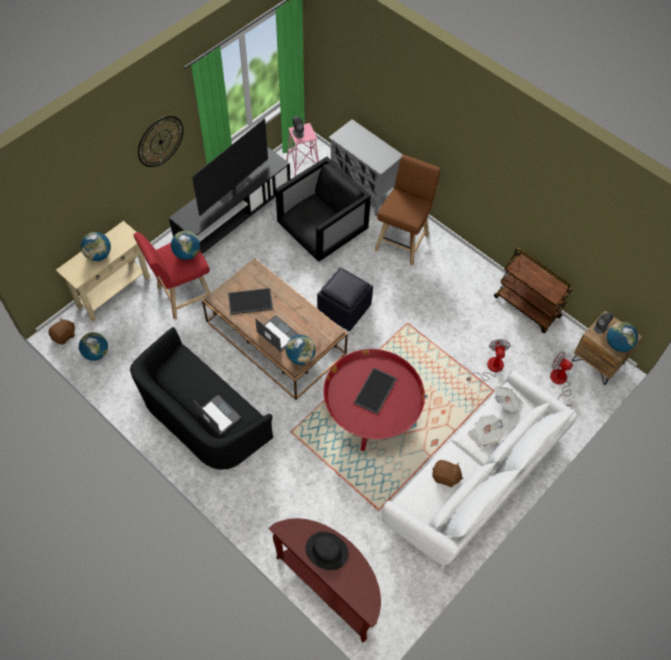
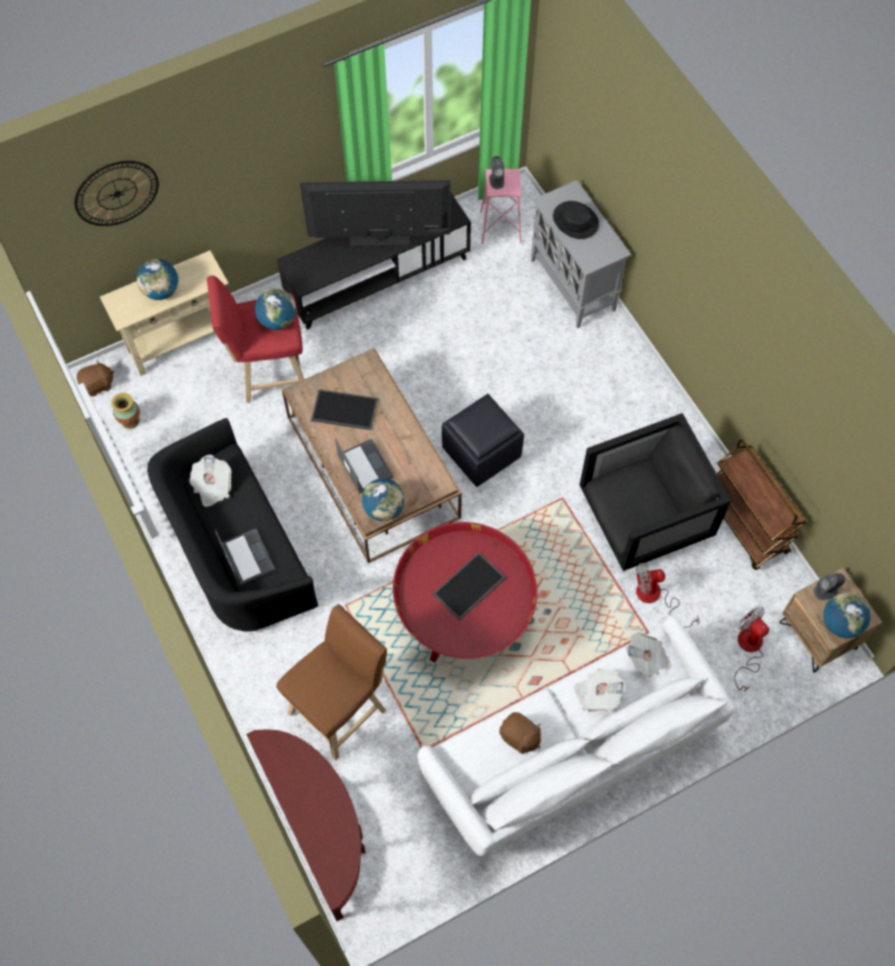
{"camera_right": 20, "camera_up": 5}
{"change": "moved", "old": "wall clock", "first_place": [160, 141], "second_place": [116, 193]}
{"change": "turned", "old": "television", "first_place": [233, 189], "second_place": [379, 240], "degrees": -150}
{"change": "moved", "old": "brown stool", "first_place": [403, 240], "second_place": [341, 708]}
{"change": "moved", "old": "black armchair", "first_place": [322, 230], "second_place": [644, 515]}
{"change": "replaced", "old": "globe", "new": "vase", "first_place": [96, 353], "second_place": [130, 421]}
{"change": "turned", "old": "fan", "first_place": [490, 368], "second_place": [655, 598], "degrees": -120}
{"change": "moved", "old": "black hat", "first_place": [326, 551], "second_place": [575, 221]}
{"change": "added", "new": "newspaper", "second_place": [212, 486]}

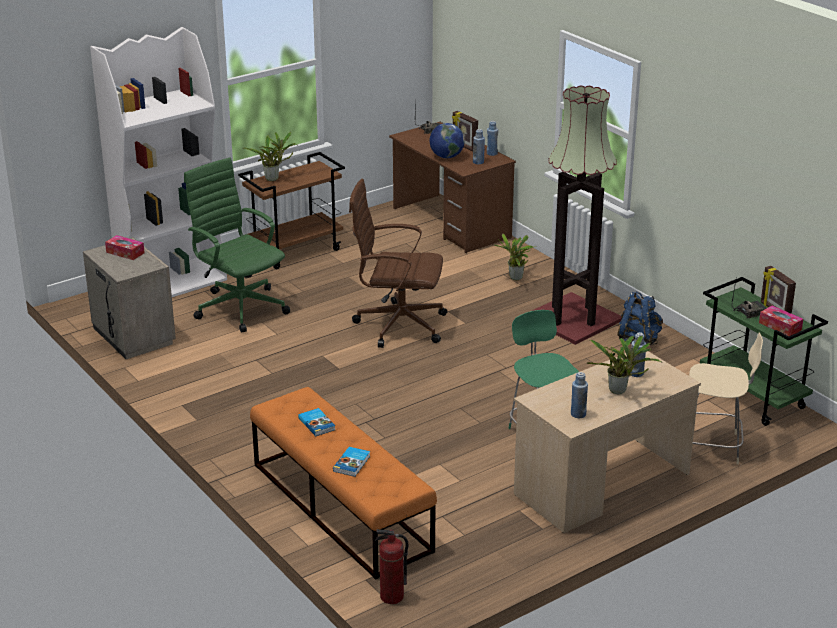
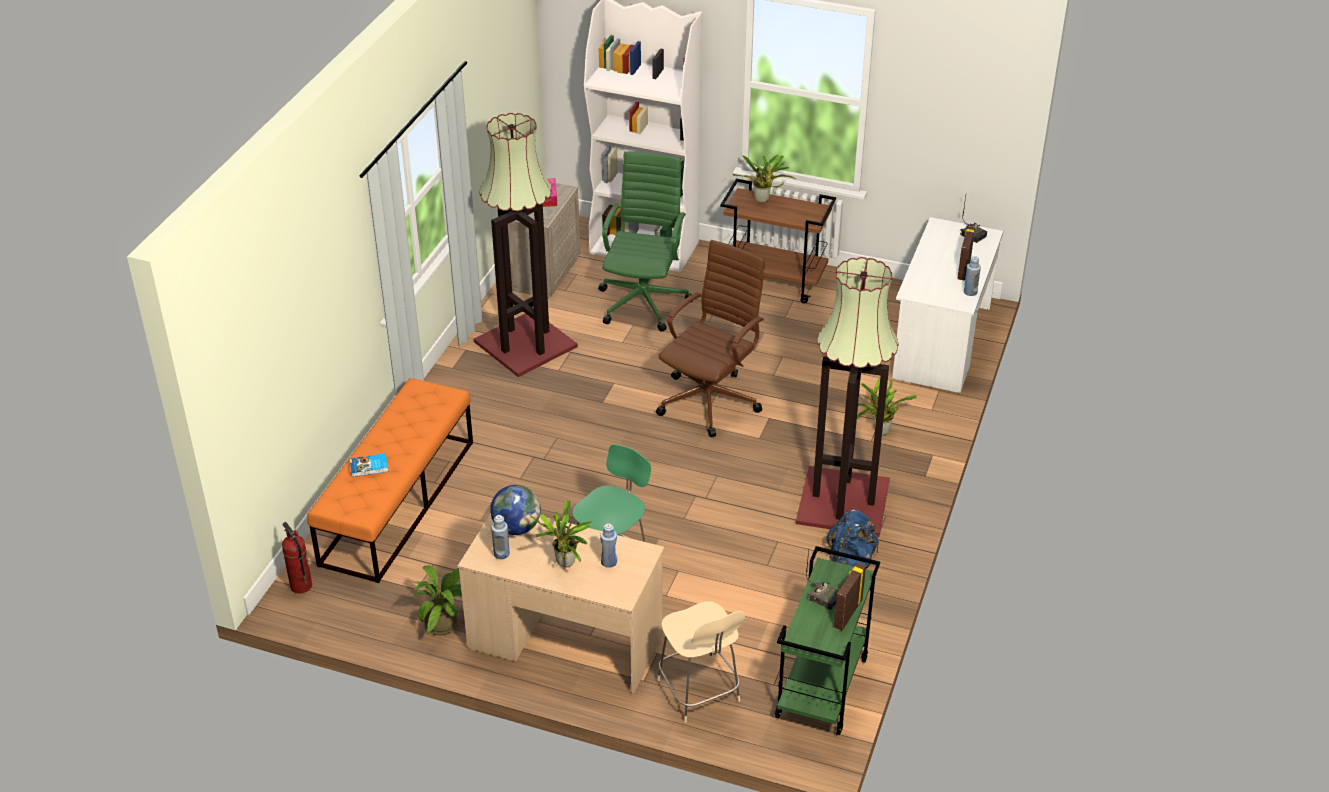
{"camera_right": 55, "camera_up": 10}
{"change": "recoloured", "old": "brown desk", "new": "white desk", "first_place": [451, 223], "second_place": [941, 343]}
{"change": "moved", "old": "globe", "first_place": [446, 156], "second_place": [516, 527]}
{"change": "removed", "old": "blue bottle", "first_place": [478, 162]}
{"change": "turned", "old": "brown office chair", "first_place": [398, 325], "second_place": [711, 400], "degrees": 60}
{"change": "removed", "old": "tissue box", "first_place": [780, 326]}
{"change": "removed", "old": "book", "first_place": [317, 424]}
{"change": "added", "new": "floor lamp", "second_place": [525, 343]}
{"change": "added", "new": "potted plant", "second_place": [445, 623]}

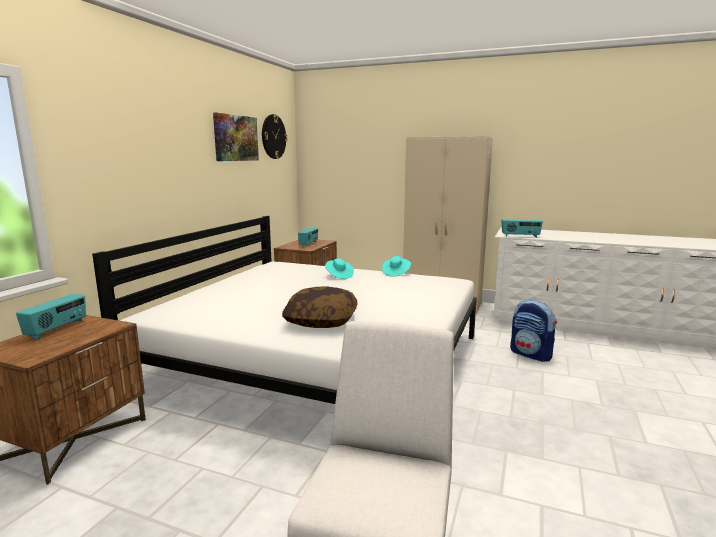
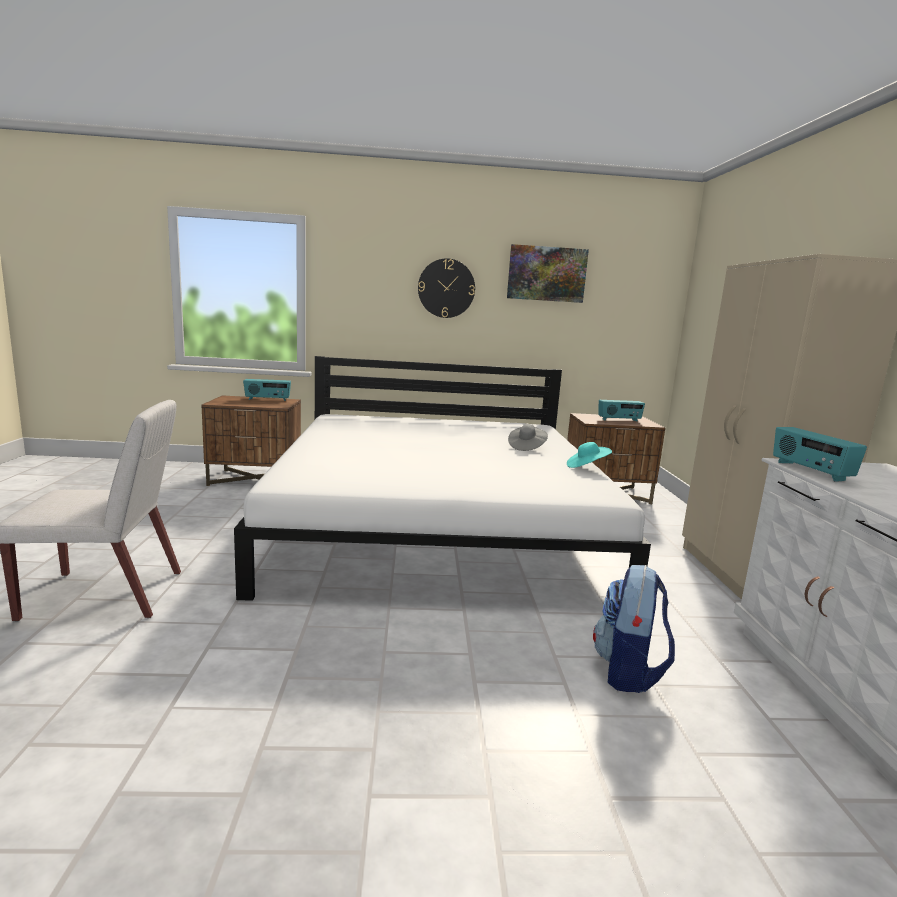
{"camera_right": 65, "camera_up": 0}
{"change": "moved", "old": "wall clock", "first_place": [273, 136], "second_place": [446, 288]}
{"change": "recoloured", "old": "turquoise hat", "new": "grey hat", "first_place": [339, 276], "second_place": [526, 447]}
{"change": "removed", "old": "pillow", "first_place": [321, 320]}

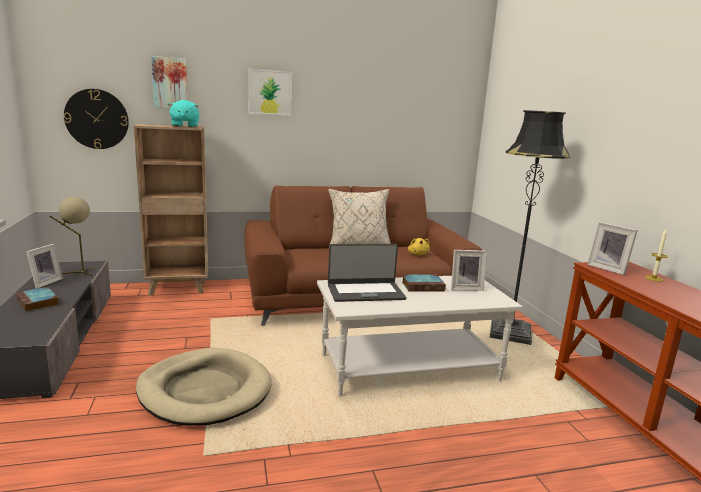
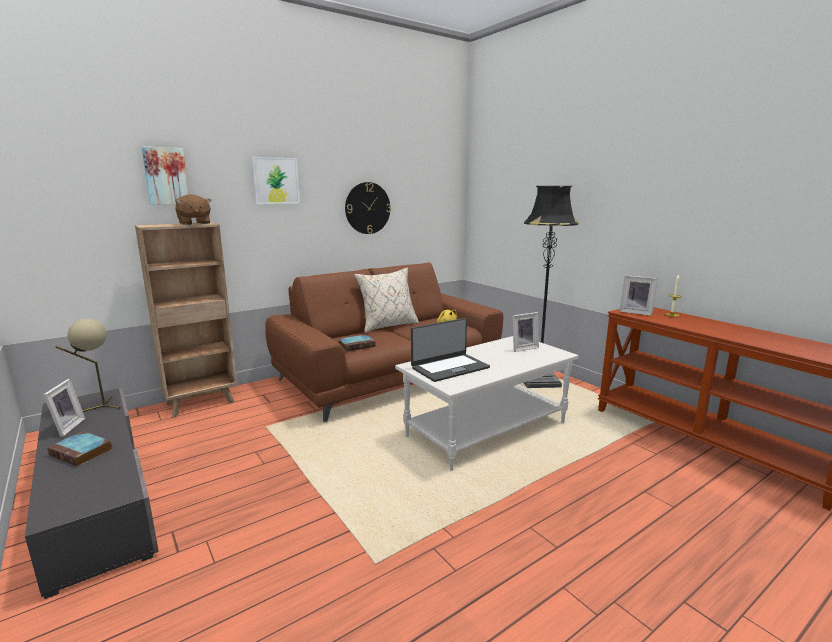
{"camera_right": -20, "camera_up": 0}
{"change": "moved", "old": "wall clock", "first_place": [97, 119], "second_place": [367, 208]}
{"change": "recoloured", "old": "turquoise plush toy", "new": "brown plush toy", "first_place": [184, 126], "second_place": [194, 223]}
{"change": "moved", "old": "book", "first_place": [423, 286], "second_place": [357, 345]}
{"change": "removed", "old": "beige dog bed", "first_place": [205, 390]}

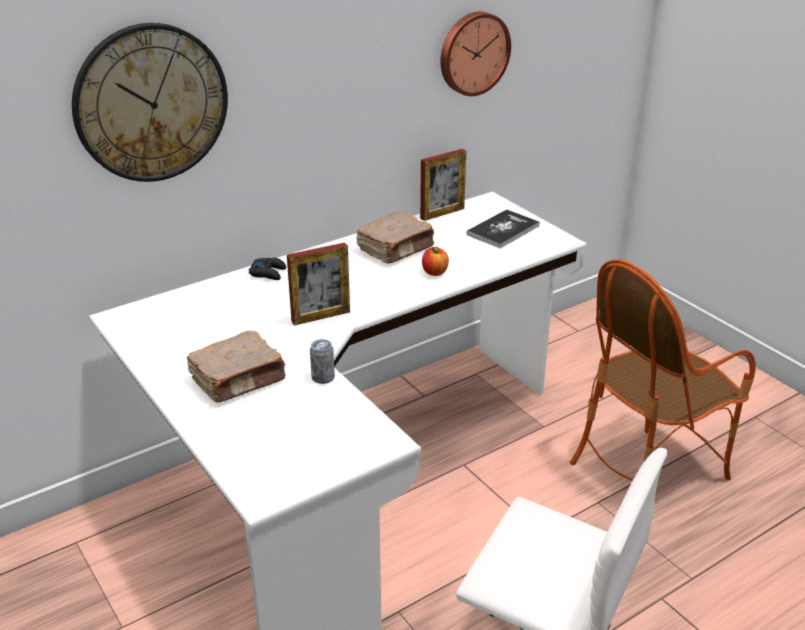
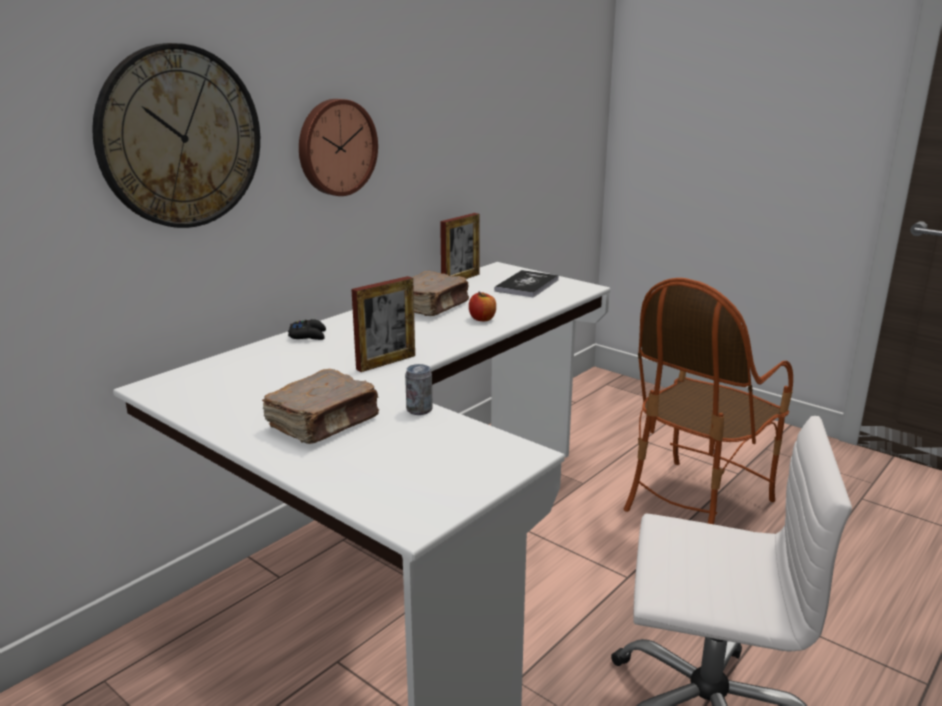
{"camera_right": -15, "camera_up": -10}
{"change": "moved", "old": "wall clock", "first_place": [473, 53], "second_place": [335, 147]}

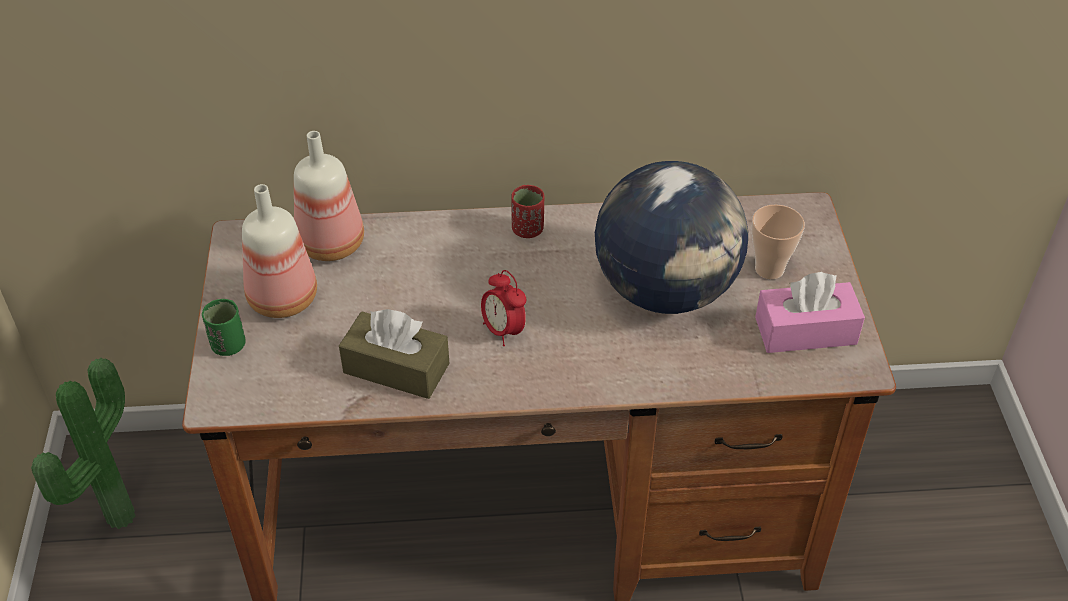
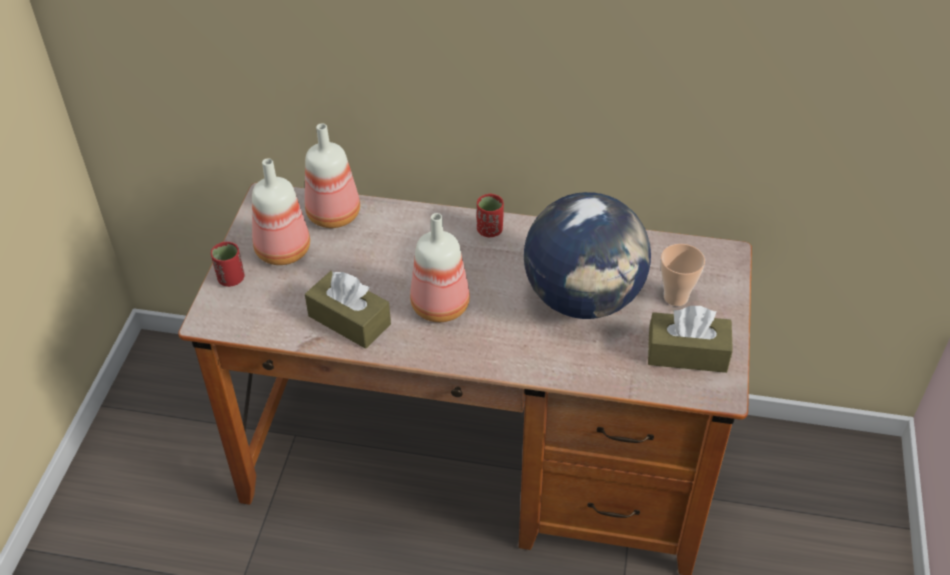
{"camera_right": 15, "camera_up": 0}
{"change": "replaced", "old": "alarm clock", "new": "bottle", "first_place": [503, 330], "second_place": [442, 306]}
{"change": "recoloured", "old": "pink tissue box", "new": "brown tissue box", "first_place": [805, 331], "second_place": [687, 353]}
{"change": "recoloured", "old": "green cup", "new": "red cup", "first_place": [228, 345], "second_place": [231, 279]}
{"change": "removed", "old": "potted plant", "first_place": [115, 515]}

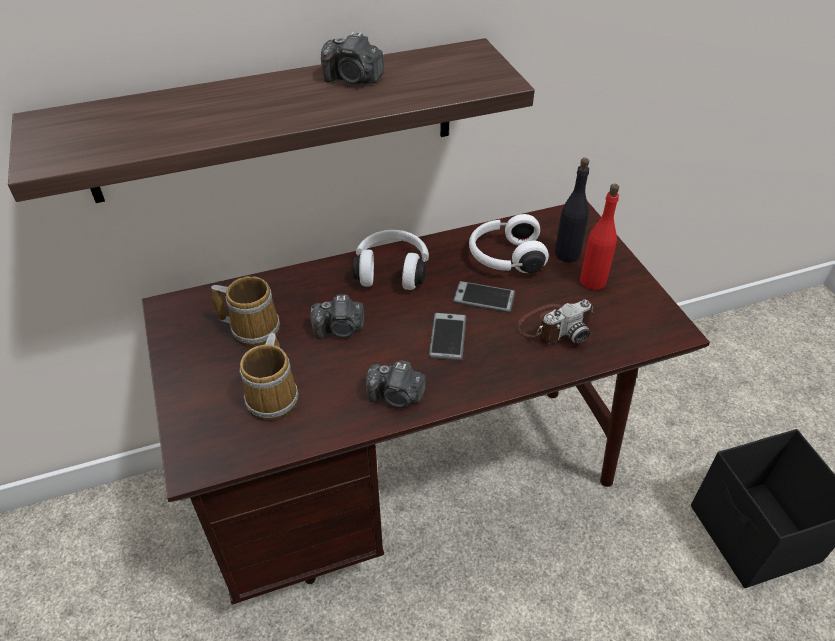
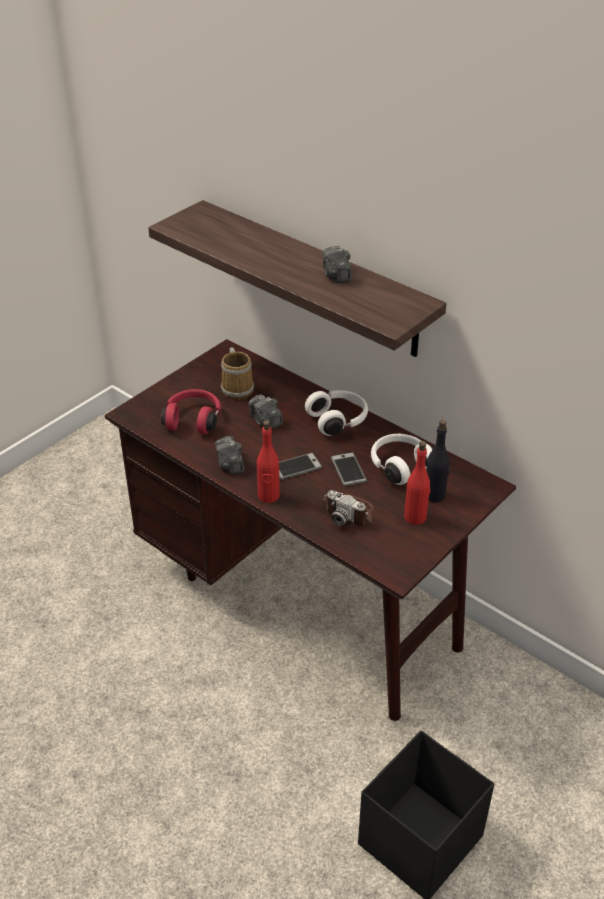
{"camera_right": 60, "camera_up": -5}
{"change": "replaced", "old": "mug", "new": "red headphones", "first_place": [275, 397], "second_place": [193, 419]}
{"change": "added", "new": "red bottle", "second_place": [268, 496]}

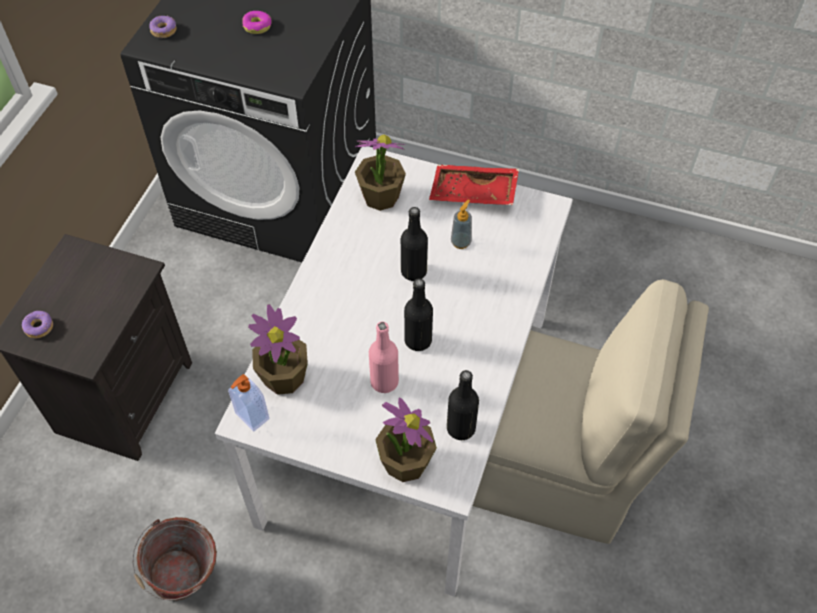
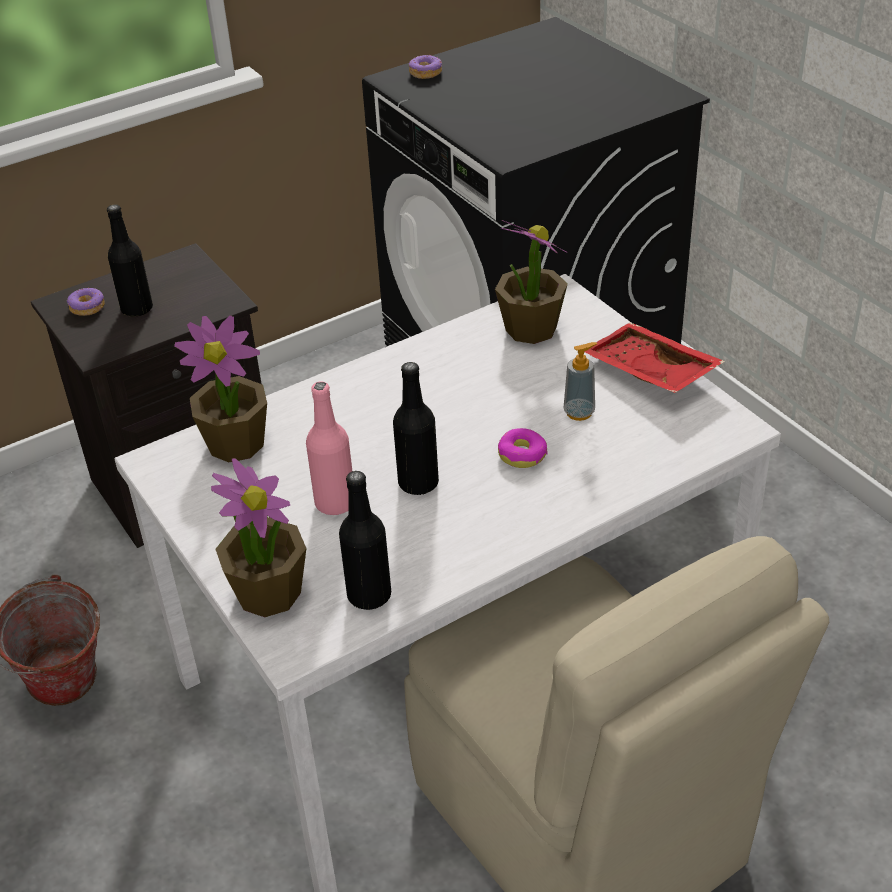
{"camera_right": 40, "camera_up": -15}
{"change": "moved", "old": "donut", "first_place": [257, 26], "second_place": [522, 455]}
{"change": "moved", "old": "black bottle", "first_place": [413, 271], "second_place": [137, 309]}
{"change": "removed", "old": "soap dispenser", "first_place": [251, 417]}

